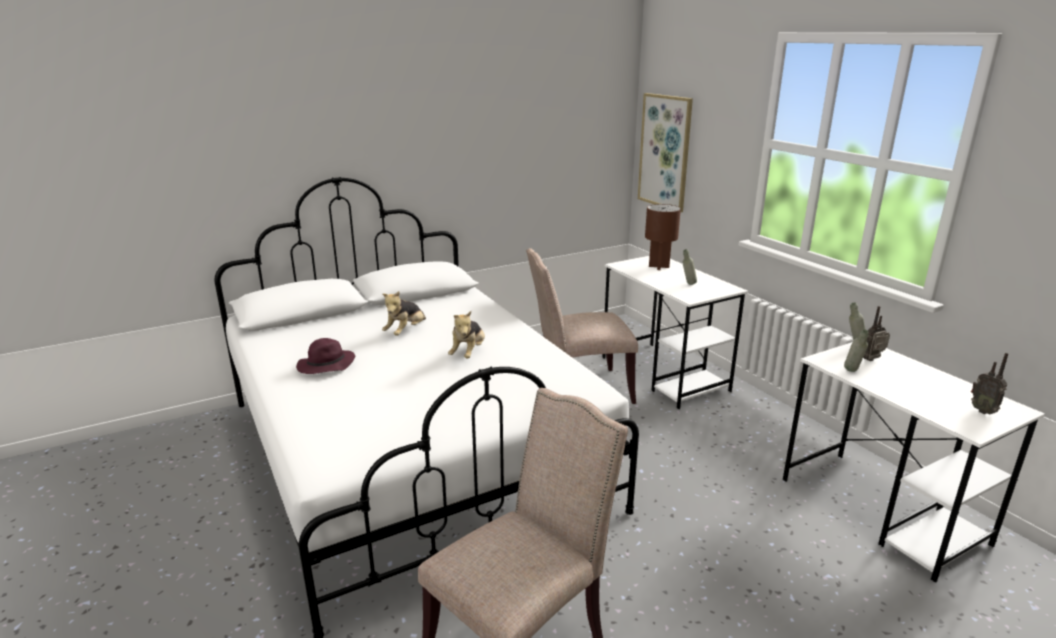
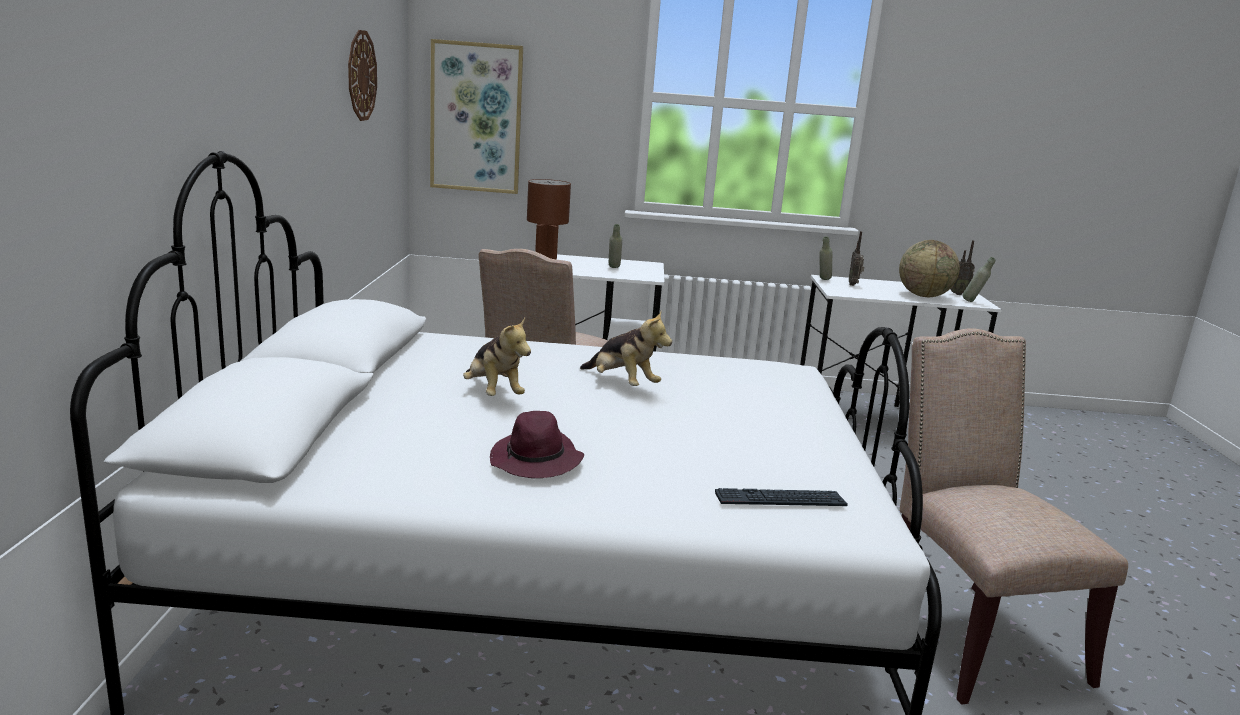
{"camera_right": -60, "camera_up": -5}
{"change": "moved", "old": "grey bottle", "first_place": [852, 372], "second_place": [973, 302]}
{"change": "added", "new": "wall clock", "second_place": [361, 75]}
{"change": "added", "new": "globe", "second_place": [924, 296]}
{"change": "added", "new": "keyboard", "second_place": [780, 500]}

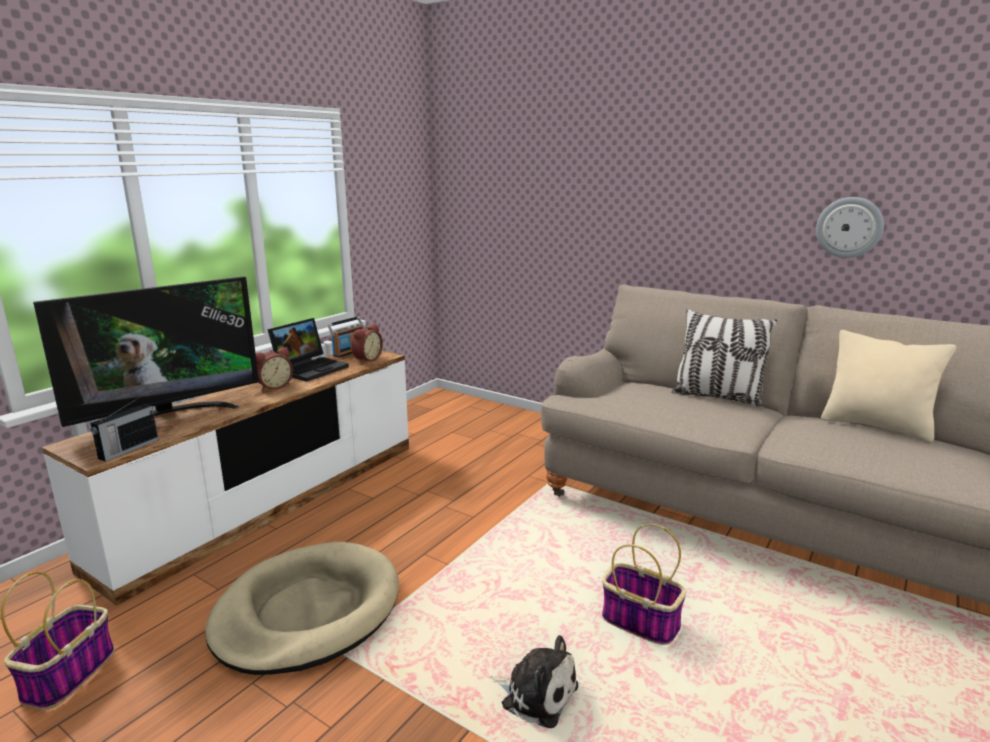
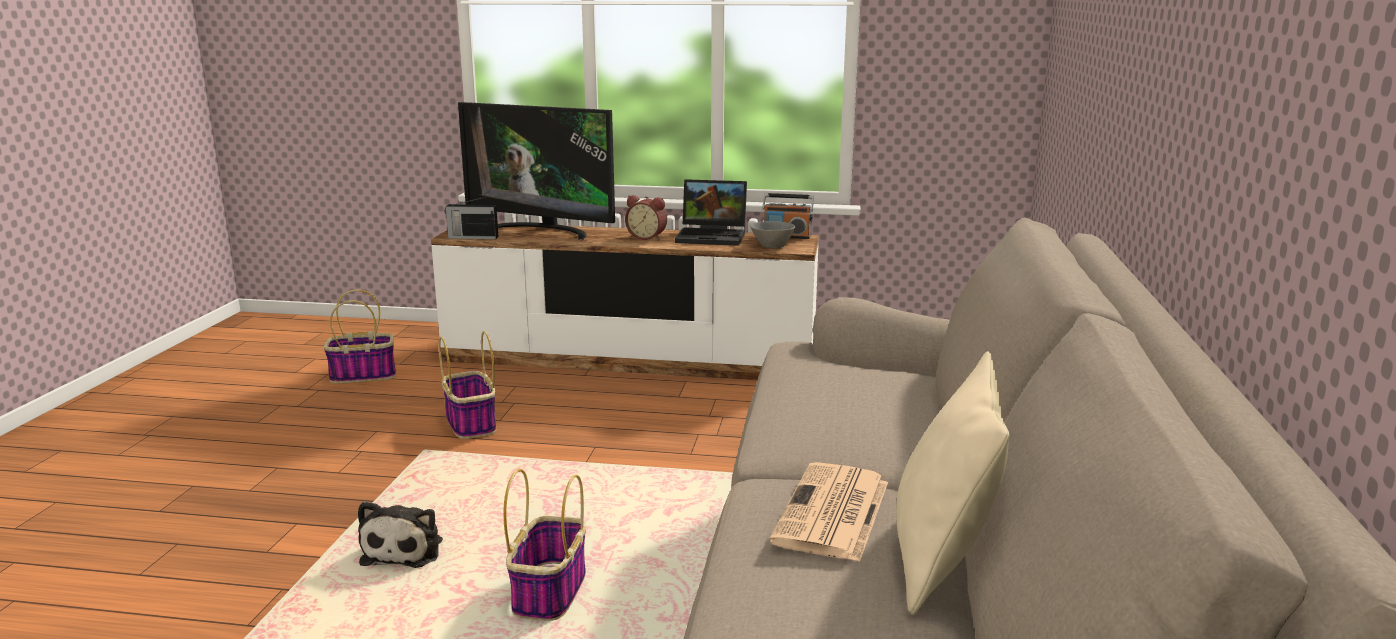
{"camera_right": 65, "camera_up": 0}
{"change": "removed", "old": "wall clock", "first_place": [849, 227]}
{"change": "removed", "old": "pillow", "first_place": [717, 397]}
{"change": "replaced", "old": "alarm clock", "new": "grey bowl", "first_place": [366, 359], "second_place": [773, 246]}
{"change": "replaced", "old": "beige dog bed", "new": "basket", "first_place": [307, 612], "second_place": [470, 423]}
{"change": "added", "new": "newspaper", "second_place": [833, 513]}

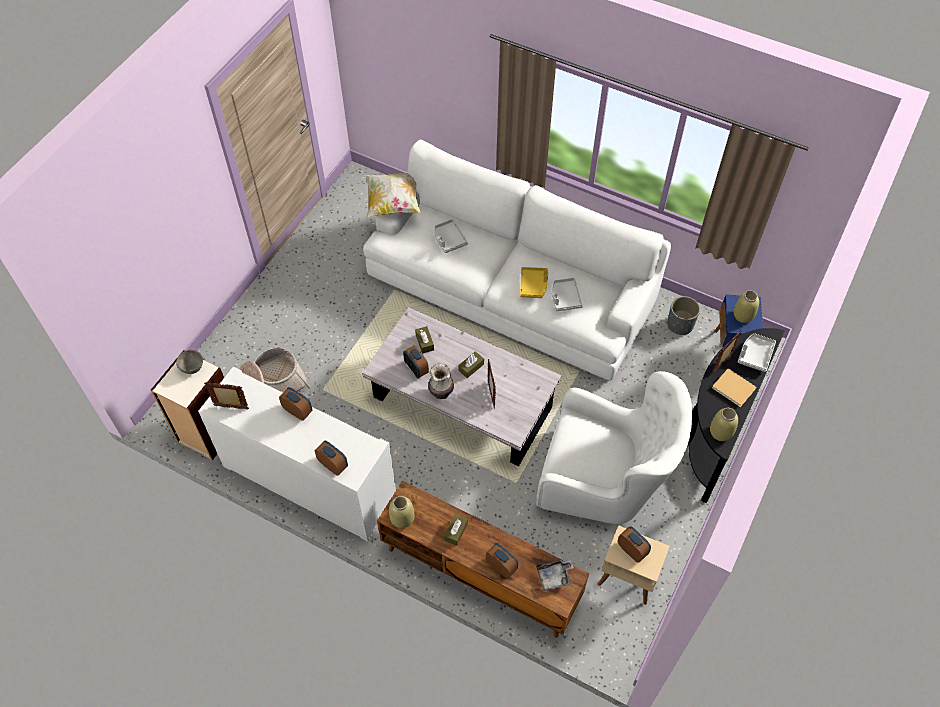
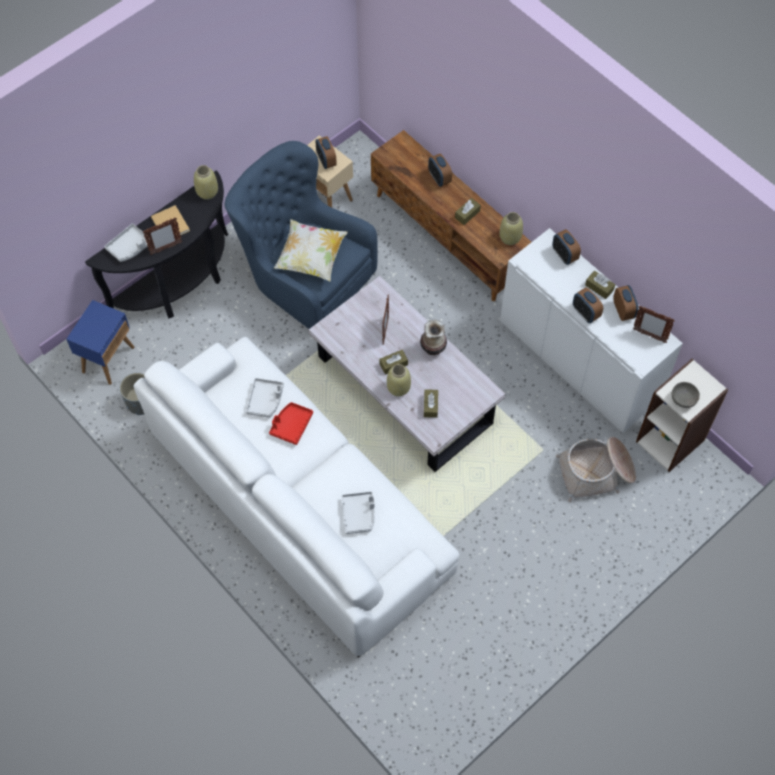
{"camera_right": -160, "camera_up": 5}
{"change": "moved", "old": "pillow", "first_place": [393, 203], "second_place": [311, 258]}
{"change": "recoloured", "old": "yellow tray", "new": "red tray", "first_place": [533, 285], "second_place": [291, 425]}
{"change": "moved", "old": "beige vase", "first_place": [743, 316], "second_place": [399, 387]}
{"change": "moved", "old": "alarm clock", "first_place": [416, 369], "second_place": [623, 311]}
{"change": "recoloured", "old": "white armchair", "new": "blue armchair", "first_place": [604, 481], "second_place": [304, 276]}
{"change": "removed", "old": "grey tray", "first_place": [554, 577]}
{"change": "added", "new": "brown tissue box", "second_place": [599, 287]}

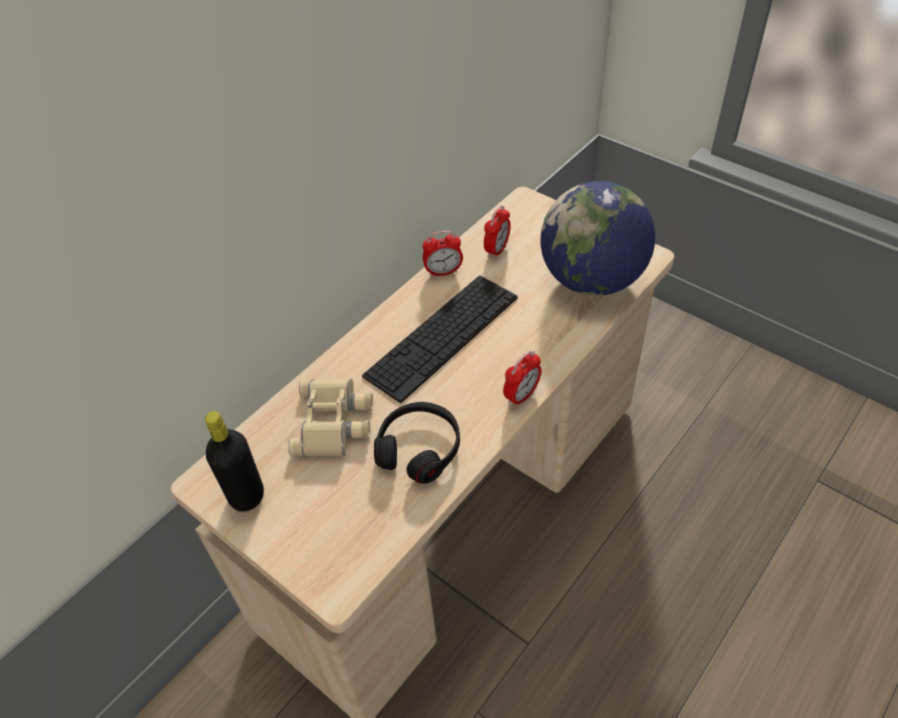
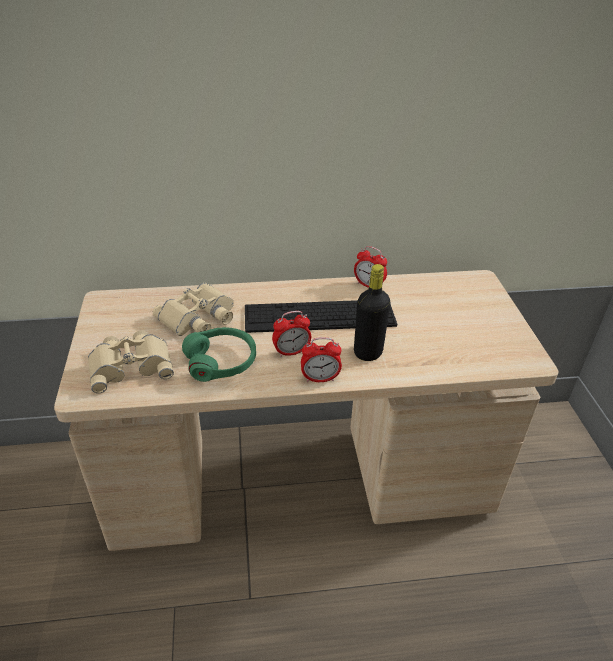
{"camera_right": 40, "camera_up": -10}
{"change": "removed", "old": "globe", "first_place": [592, 280]}
{"change": "moved", "old": "alarm clock", "first_place": [497, 250], "second_place": [291, 352]}
{"change": "recoloured", "old": "black headphones", "new": "green headphones", "first_place": [419, 448], "second_place": [221, 361]}
{"change": "moved", "old": "black bottle", "first_place": [247, 496], "second_place": [368, 352]}
{"change": "added", "new": "beige binoculars", "second_place": [131, 365]}

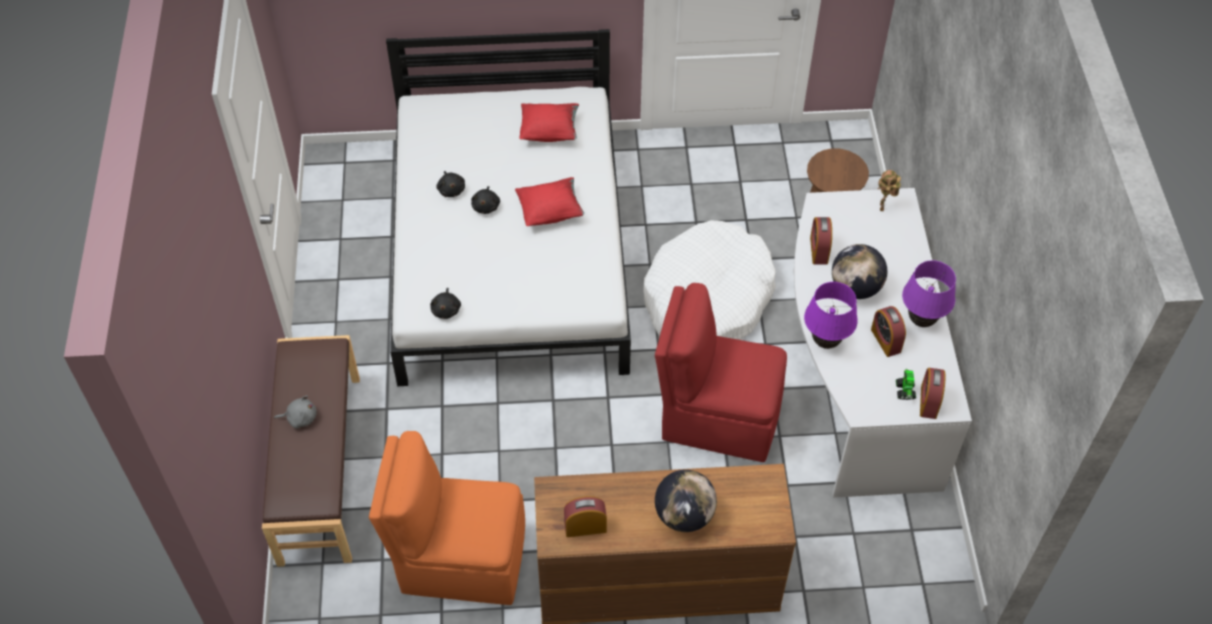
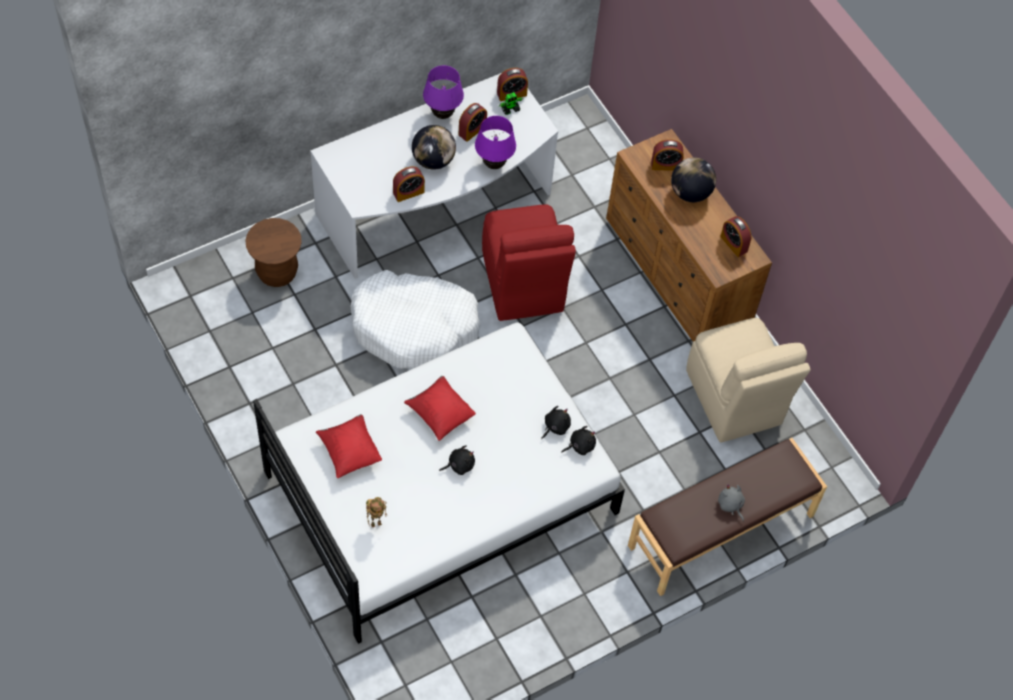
{"camera_right": -120, "camera_up": 5}
{"change": "moved", "old": "toy robot", "first_place": [883, 207], "second_place": [376, 523]}
{"change": "moved", "old": "black plush toy", "first_place": [451, 189], "second_place": [555, 427]}
{"change": "recoloured", "old": "orange chair", "new": "beige chair", "first_place": [460, 559], "second_place": [734, 400]}
{"change": "added", "new": "alarm clock", "second_place": [666, 165]}

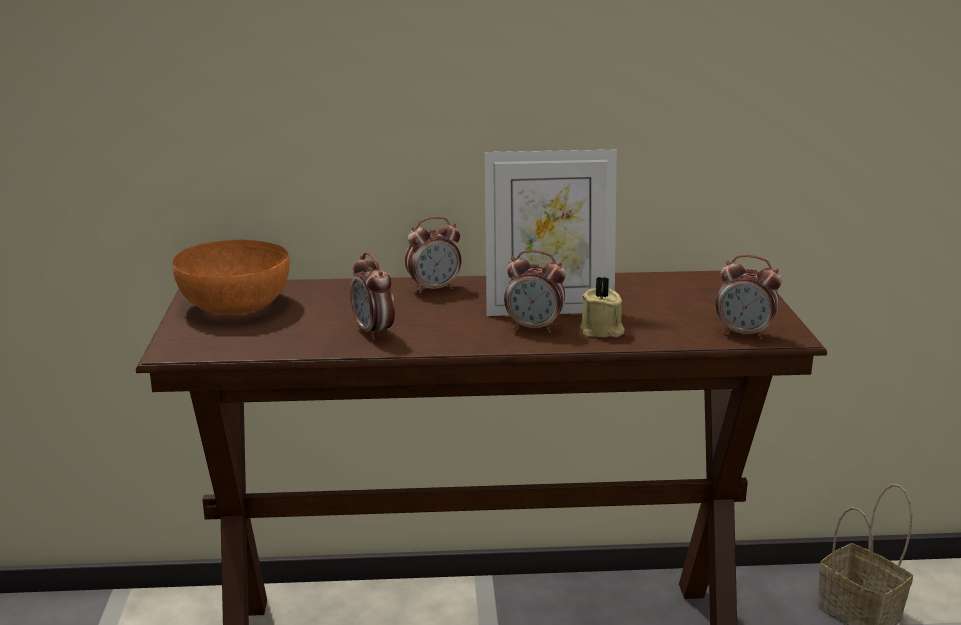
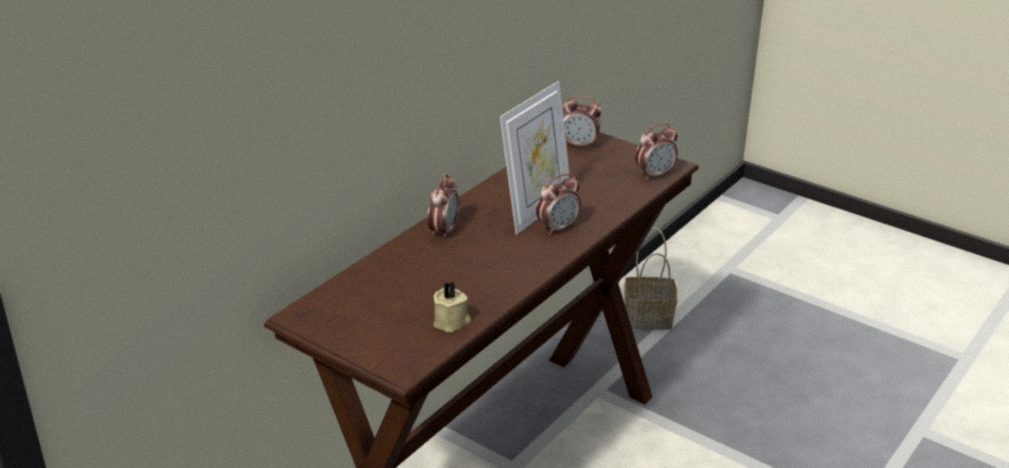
{"camera_right": -50, "camera_up": 10}
{"change": "removed", "old": "orange bowl", "first_place": [233, 306]}
{"change": "moved", "old": "alarm clock", "first_place": [374, 332], "second_place": [579, 145]}
{"change": "moved", "old": "beige candle", "first_place": [602, 331], "second_place": [452, 322]}

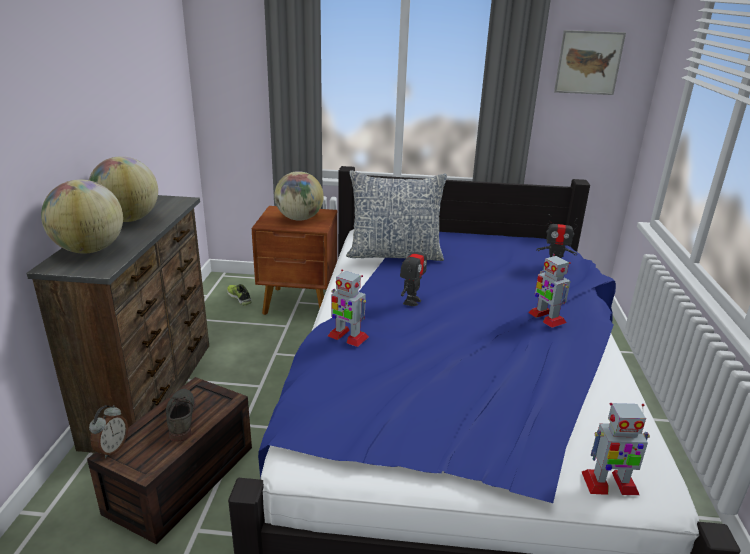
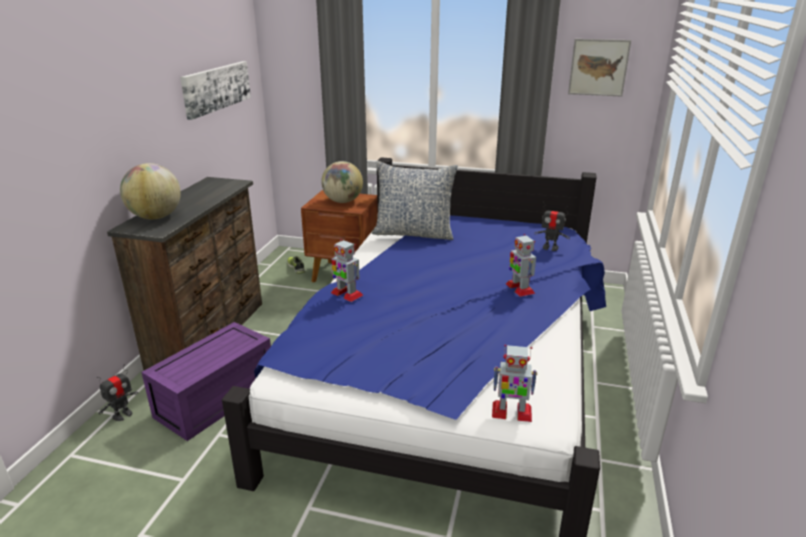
{"camera_right": 10, "camera_up": 0}
{"change": "removed", "old": "globe", "first_place": [128, 219]}
{"change": "moved", "old": "toy robot", "first_place": [411, 301], "second_place": [122, 415]}
{"change": "recoloured", "old": "brown storage box", "new": "purple storage box", "first_place": [181, 481], "second_place": [216, 400]}
{"change": "removed", "old": "grey shoe", "first_place": [181, 417]}
{"change": "removed", "old": "alarm clock", "first_place": [112, 449]}
{"change": "added", "new": "picture", "second_place": [216, 88]}

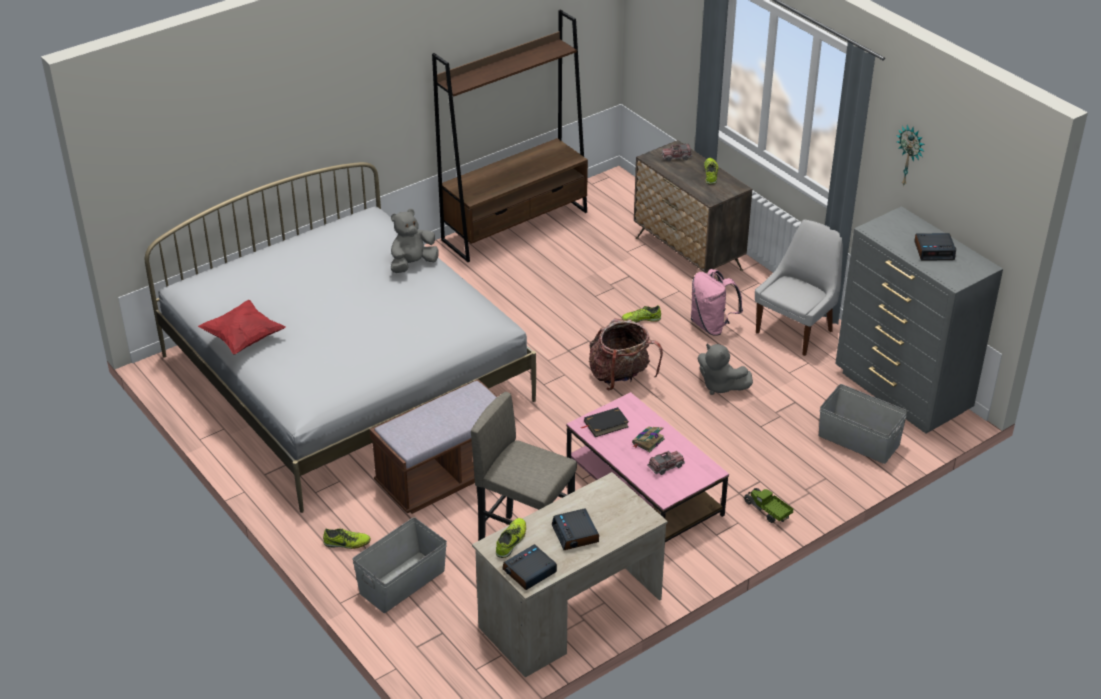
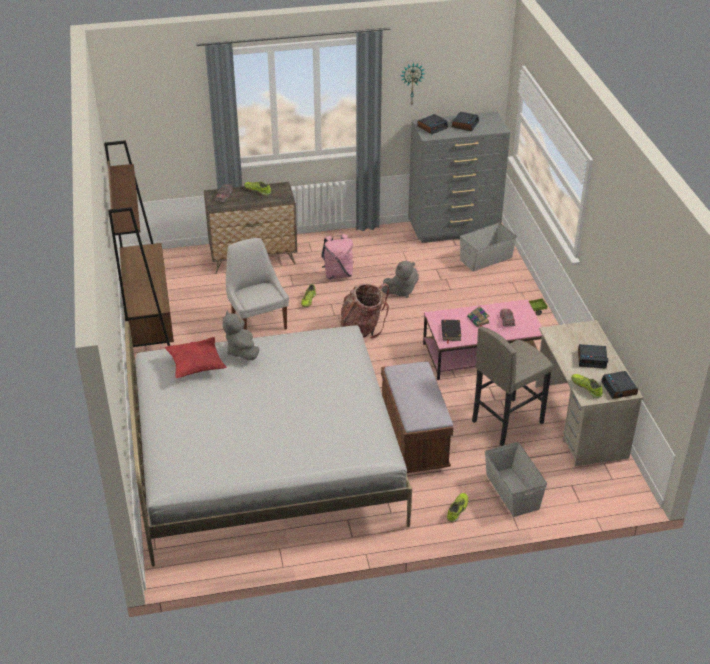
{"camera_right": -65, "camera_up": 0}
{"change": "moved", "old": "white chair", "first_place": [796, 330], "second_place": [258, 322]}
{"change": "moved", "old": "red pillow", "first_place": [243, 338], "second_place": [196, 366]}
{"change": "added", "new": "alarm clock", "second_place": [432, 127]}

